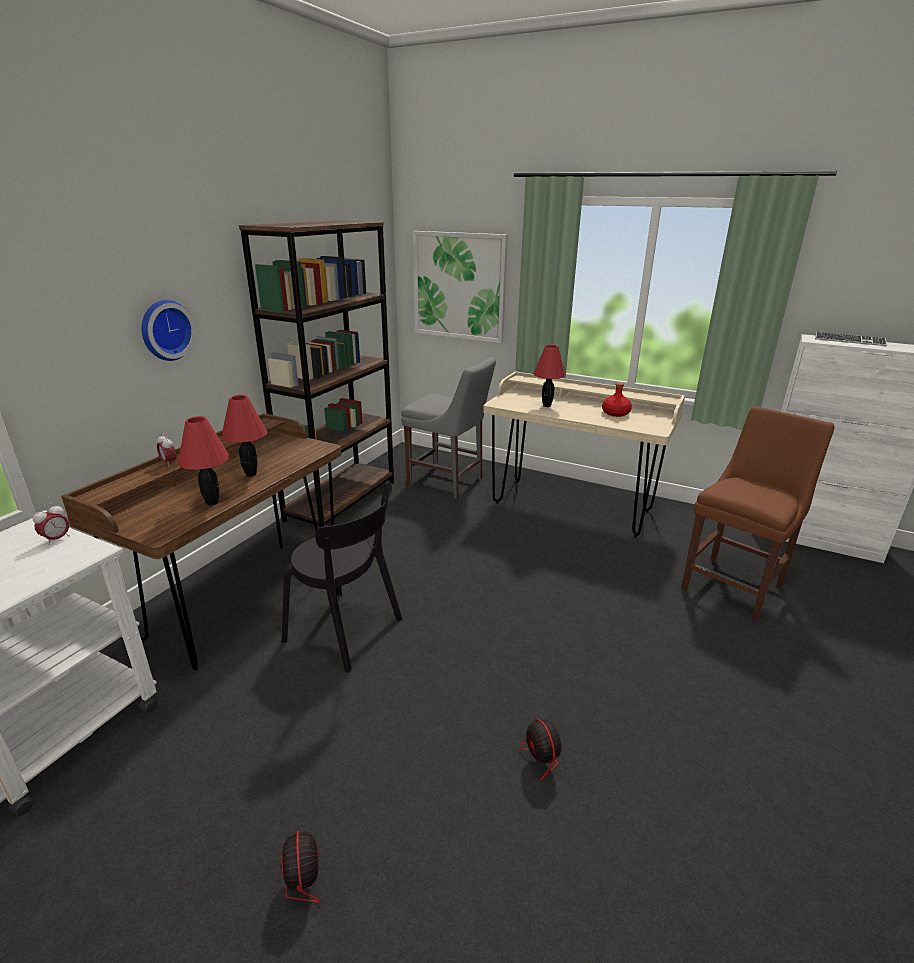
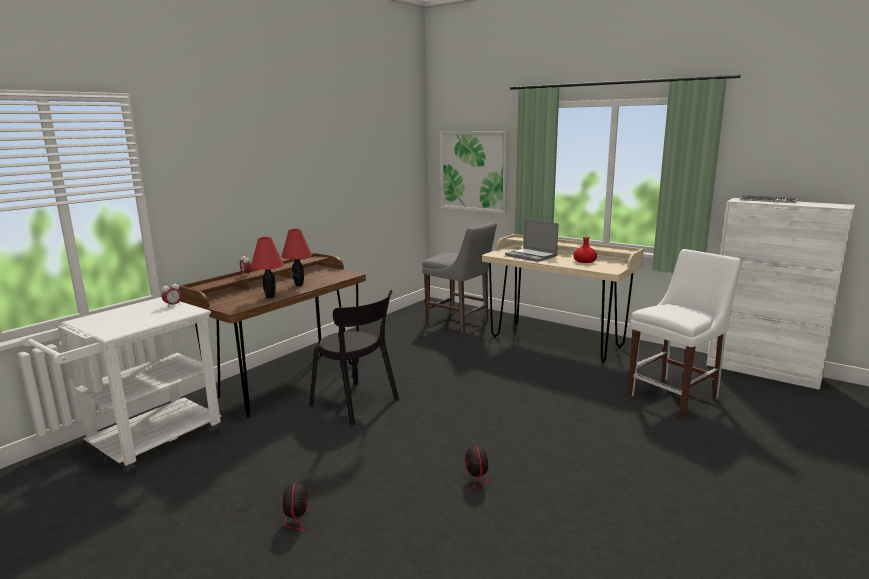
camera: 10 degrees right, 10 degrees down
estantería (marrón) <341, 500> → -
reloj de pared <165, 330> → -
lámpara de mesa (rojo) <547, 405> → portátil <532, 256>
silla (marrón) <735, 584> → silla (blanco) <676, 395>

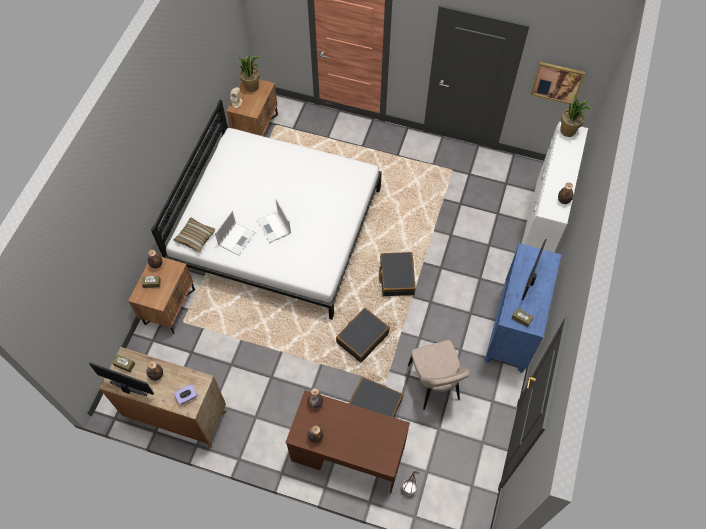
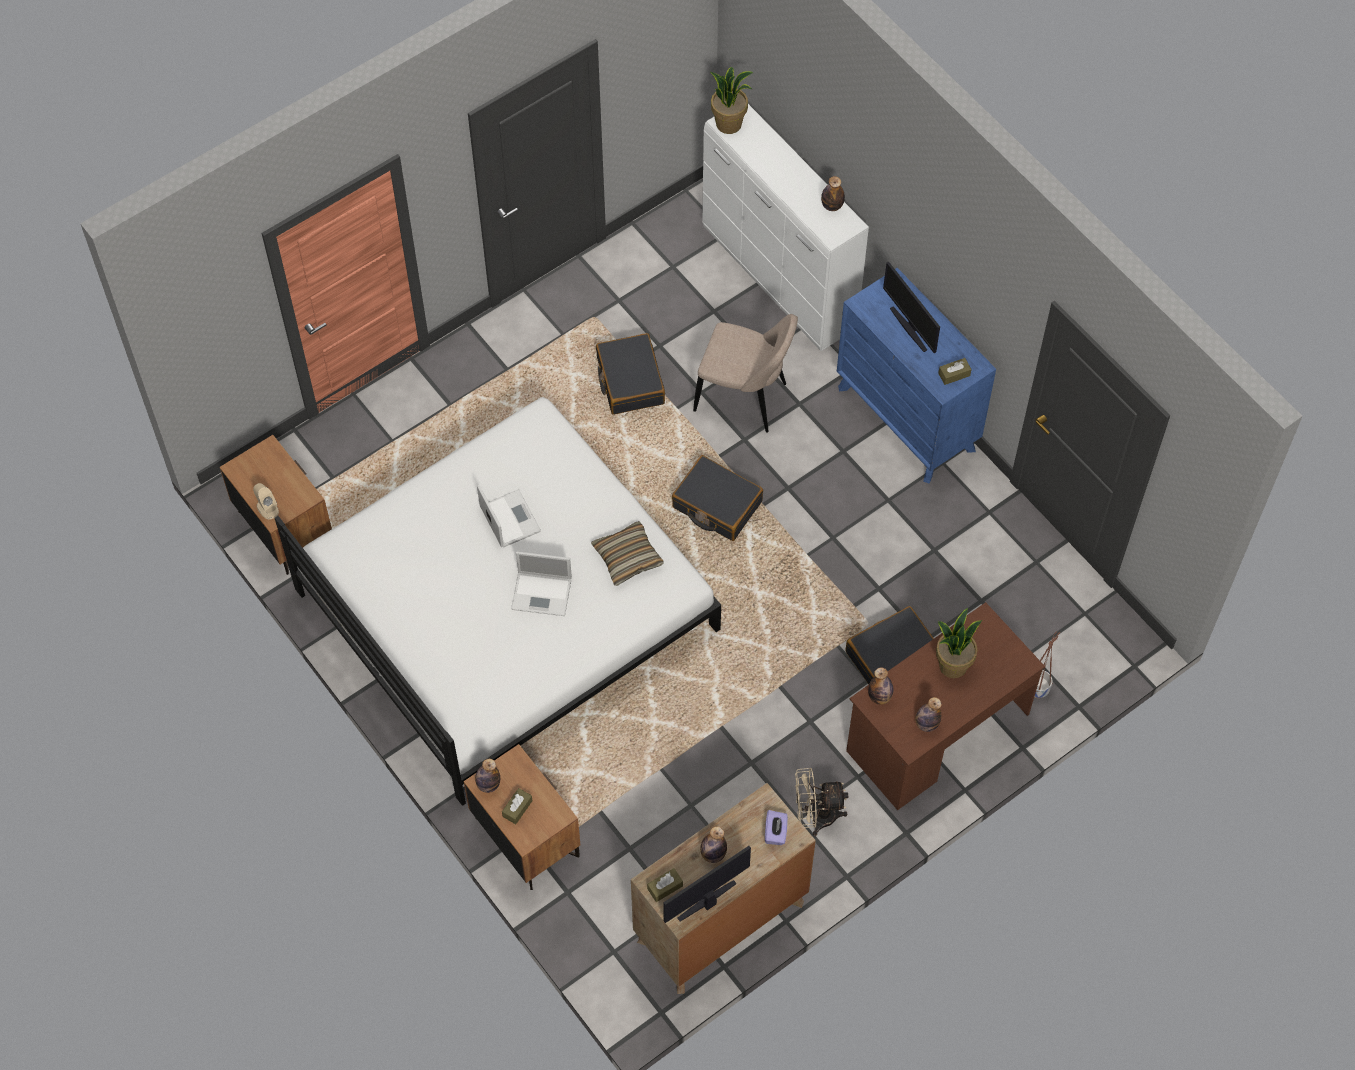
camera: 55 degrees left, 0 degrees up
planta en maceta <252, 86> → planta en maceta <952, 665>, move
cuadro <557, 82> → -
portátil <237, 238> → portátil <509, 518>, move
cojín <195, 237> → cojín <627, 557>, move
maleta (negro) <362, 338> → maleta (negro) <630, 381>, move
silla (beis) <434, 385> → silla (beis) <744, 398>, move
- → ventilador (beis) <816, 816>

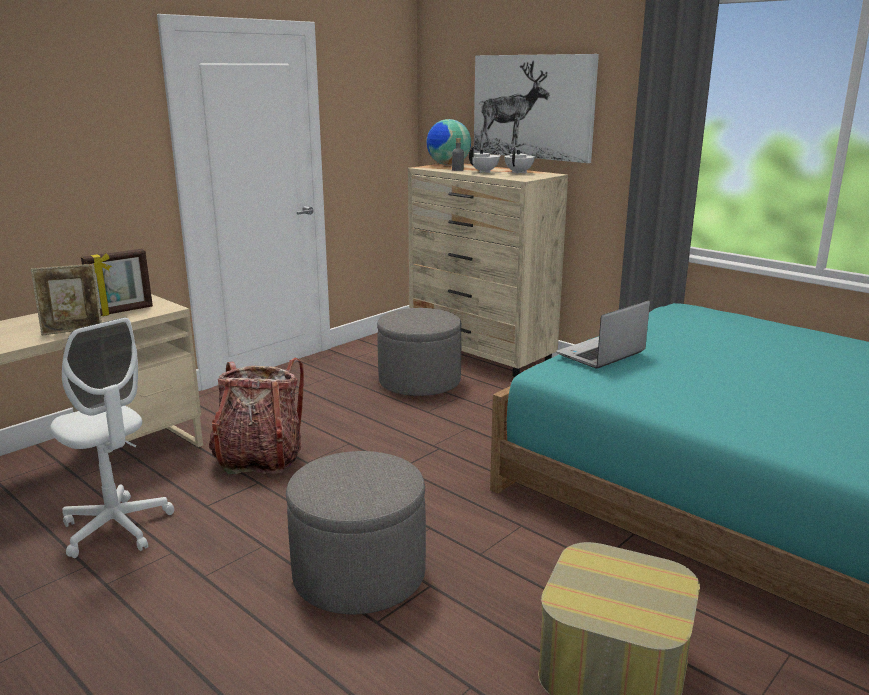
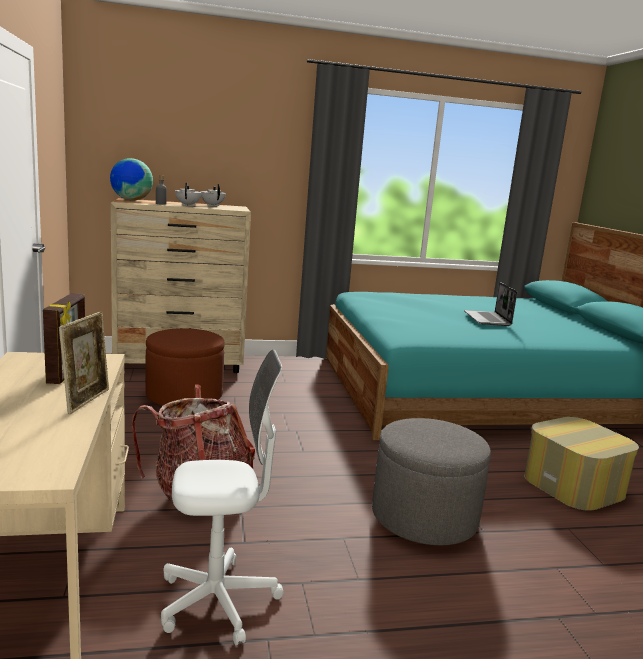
camera: 55 degrees left, 5 degrees down
cuadro <532, 107> → -
portátil <601, 354> → portátil <488, 319>, move
puf (gris) <419, 382> → puf (marrón) <184, 396>

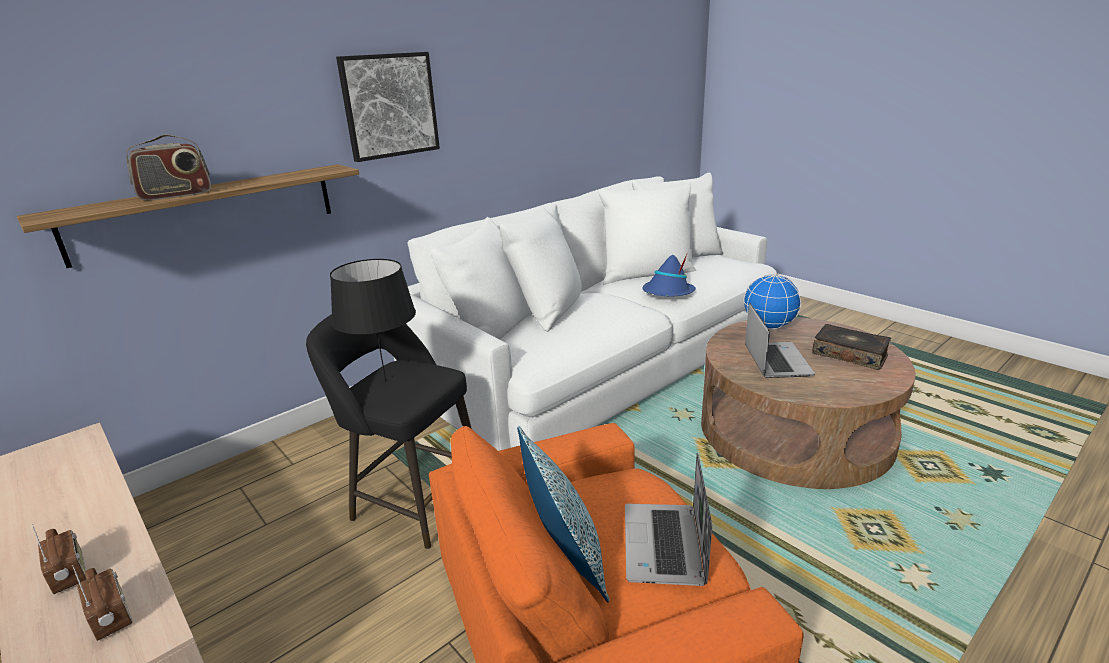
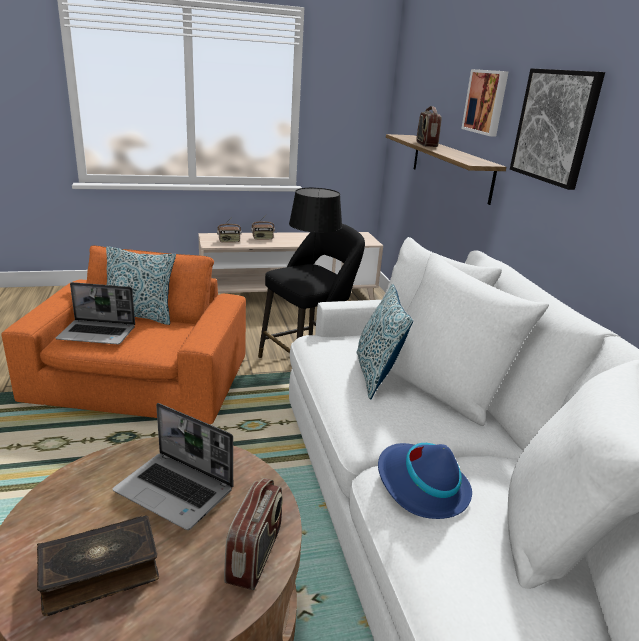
camera: 115 degrees right, 0 degrees up
globo terráqueo <769, 326> → radio <255, 555>
portátil <665, 546> → portátil <98, 333>, 150 degrees clockwise
- → cuadro <486, 102>
- → cojín <376, 375>

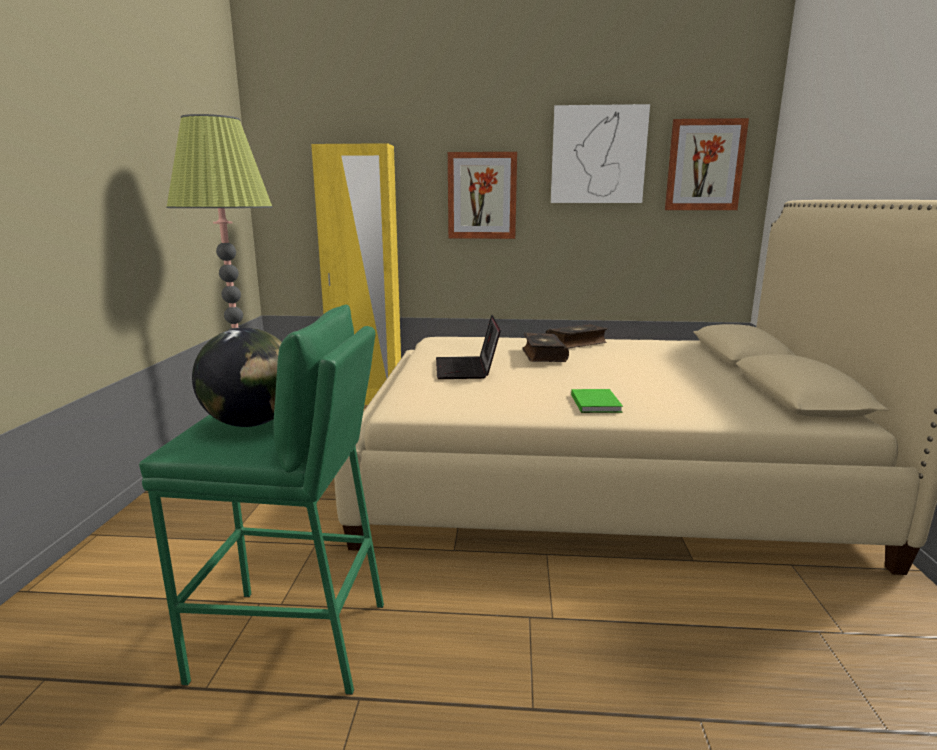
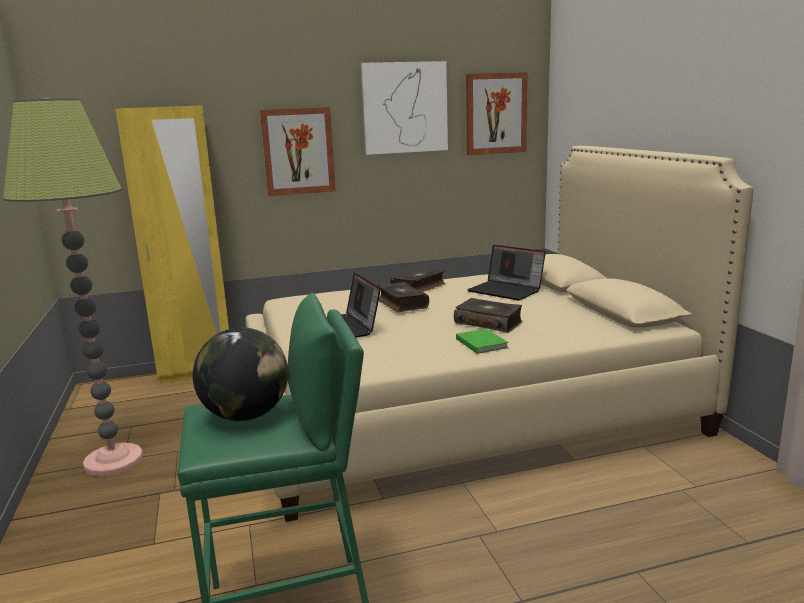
camera: 20 degrees left, 0 degrees up
- → portátil <507, 290>
- → libro <488, 323>

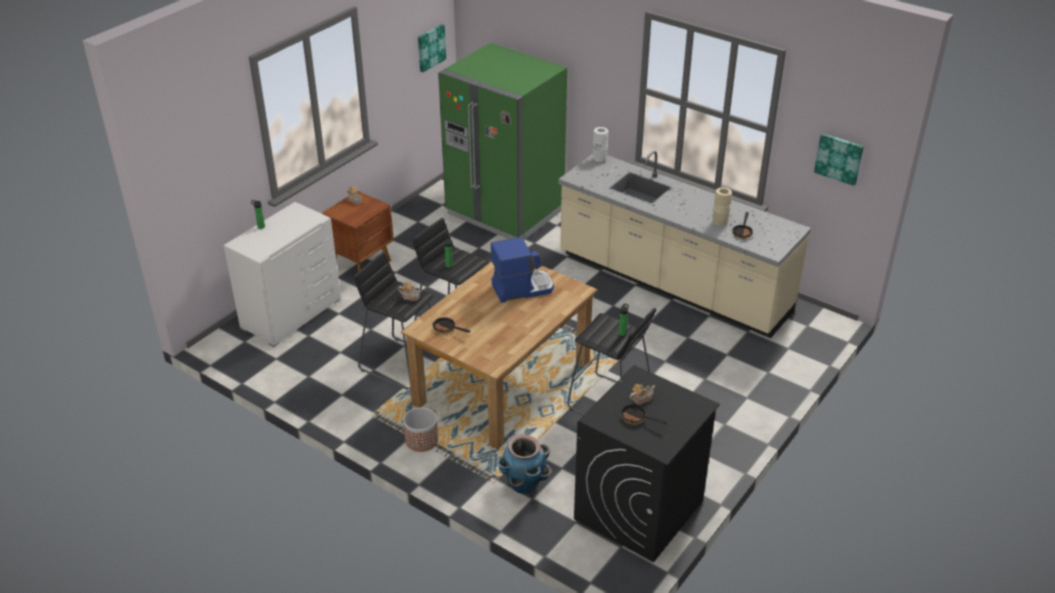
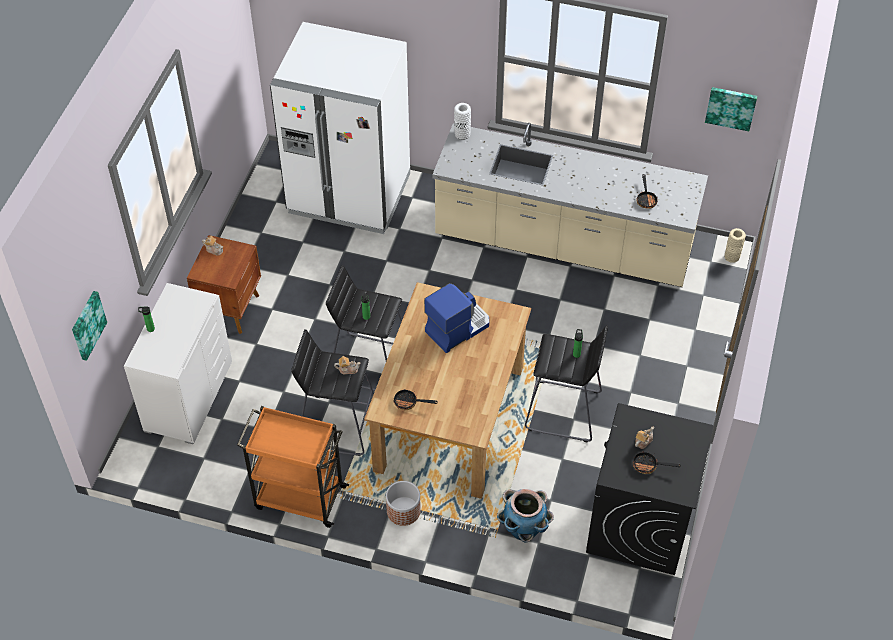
camera: 20 degrees left, 15 degrees up
cuadro <430, 47> → cuadro <87, 325>, move
nevera (verde) <504, 212> → nevera (blanco) <349, 194>
florero (beis) <720, 221> → florero (beis) <732, 257>, move
- → carrito (naranja) <298, 497>

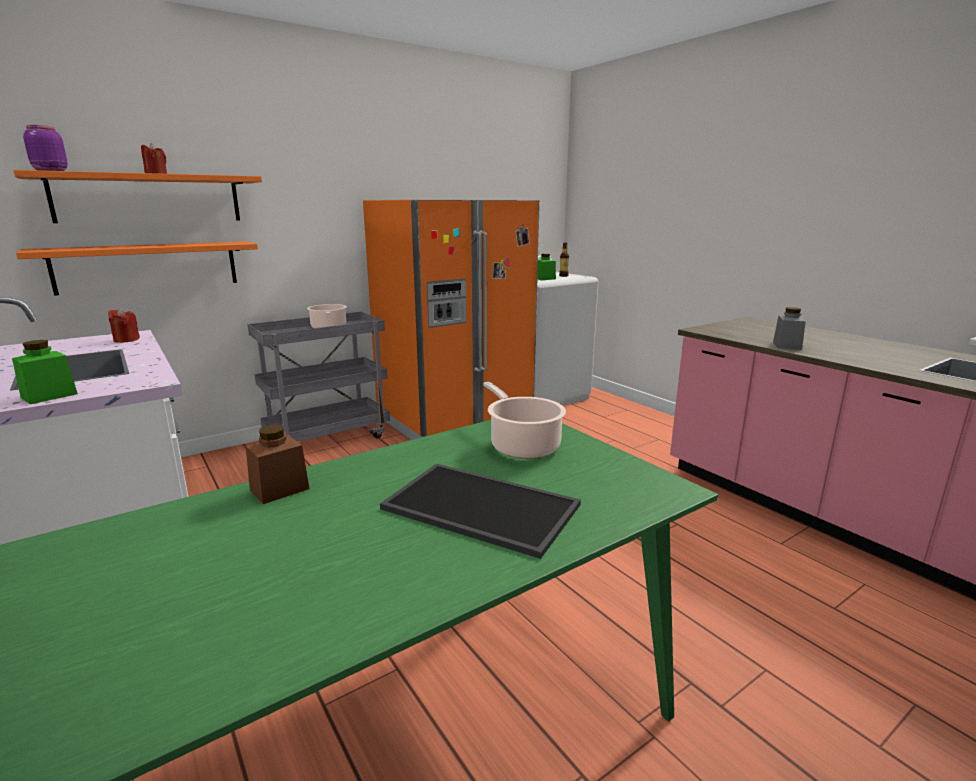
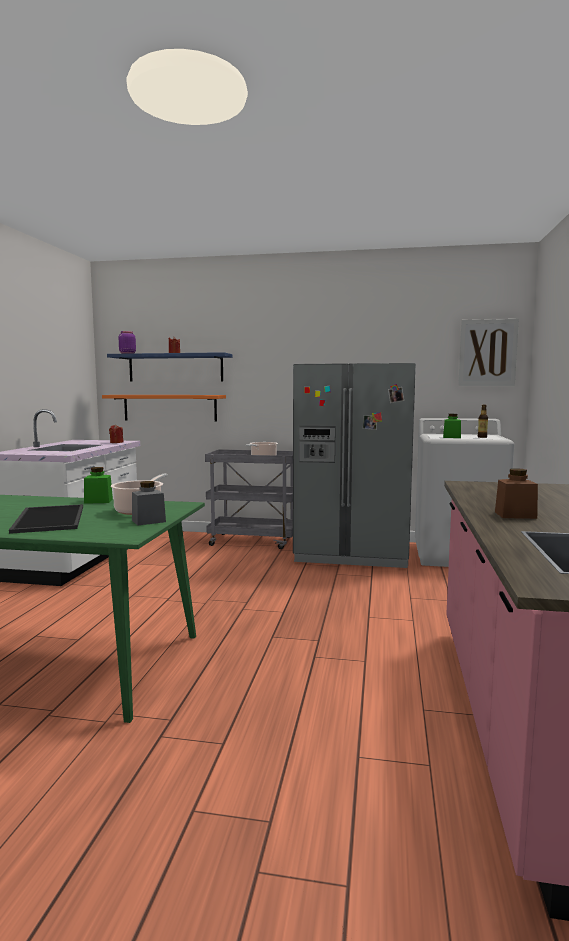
camera: 45 degrees right, 10 degrees down
estante (naranja) <149, 198> → estante (azul) <175, 368>
nevera (naranja) <454, 419> → nevera (gris) <352, 553>
tarro (gris) <787, 345> → tarro (gris) <148, 521>, move
tarro (verde) <49, 396> → tarro (verde) <98, 501>, move
tarro (marrón) <279, 489> → tarro (marrón) <515, 515>, move
- → cuadro <487, 352>

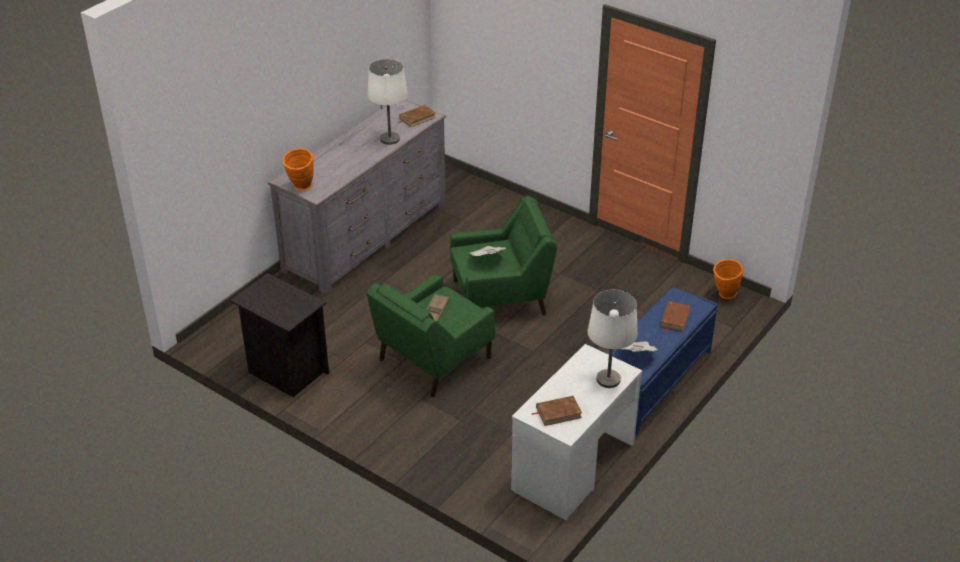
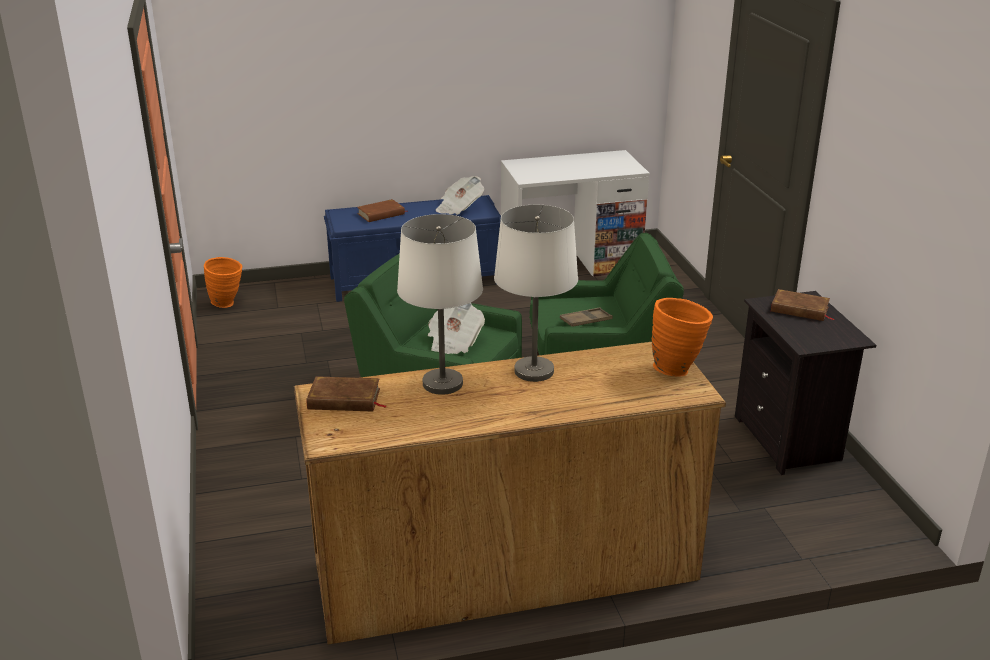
camera: 140 degrees left, 10 degrees down
cómoda (gris) <366, 236> → cómoda (marrón) <505, 571>
lámpara de mesa (blanco) <608, 379> → lámpara de mesa (blanco) <534, 371>, move
libro (marrón) <558, 412> → libro (marrón) <800, 309>, move

